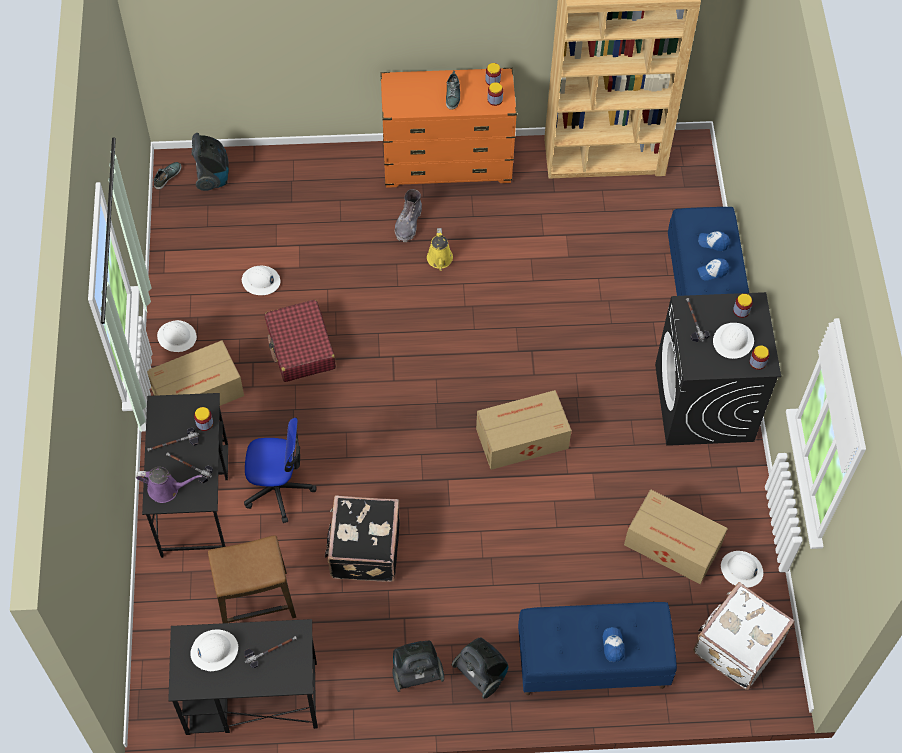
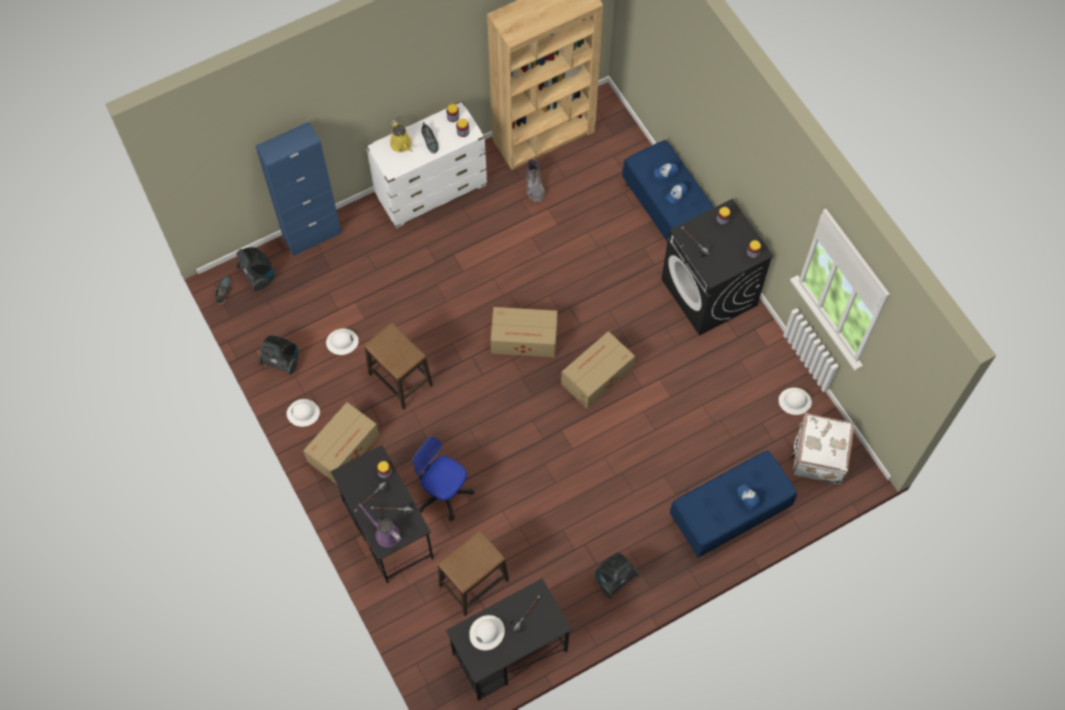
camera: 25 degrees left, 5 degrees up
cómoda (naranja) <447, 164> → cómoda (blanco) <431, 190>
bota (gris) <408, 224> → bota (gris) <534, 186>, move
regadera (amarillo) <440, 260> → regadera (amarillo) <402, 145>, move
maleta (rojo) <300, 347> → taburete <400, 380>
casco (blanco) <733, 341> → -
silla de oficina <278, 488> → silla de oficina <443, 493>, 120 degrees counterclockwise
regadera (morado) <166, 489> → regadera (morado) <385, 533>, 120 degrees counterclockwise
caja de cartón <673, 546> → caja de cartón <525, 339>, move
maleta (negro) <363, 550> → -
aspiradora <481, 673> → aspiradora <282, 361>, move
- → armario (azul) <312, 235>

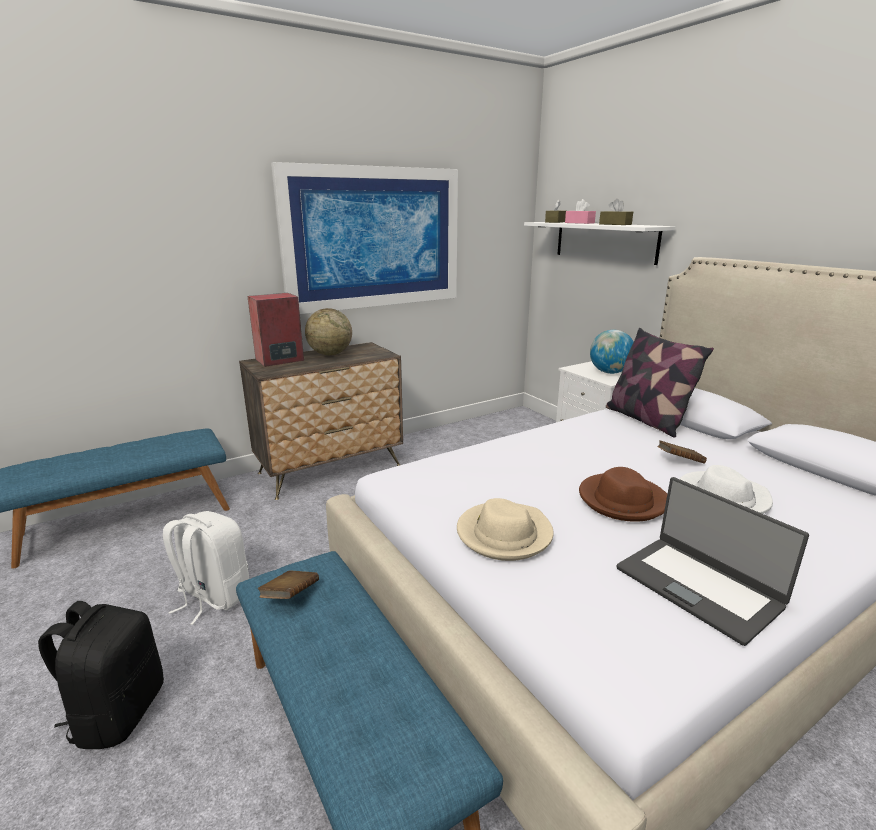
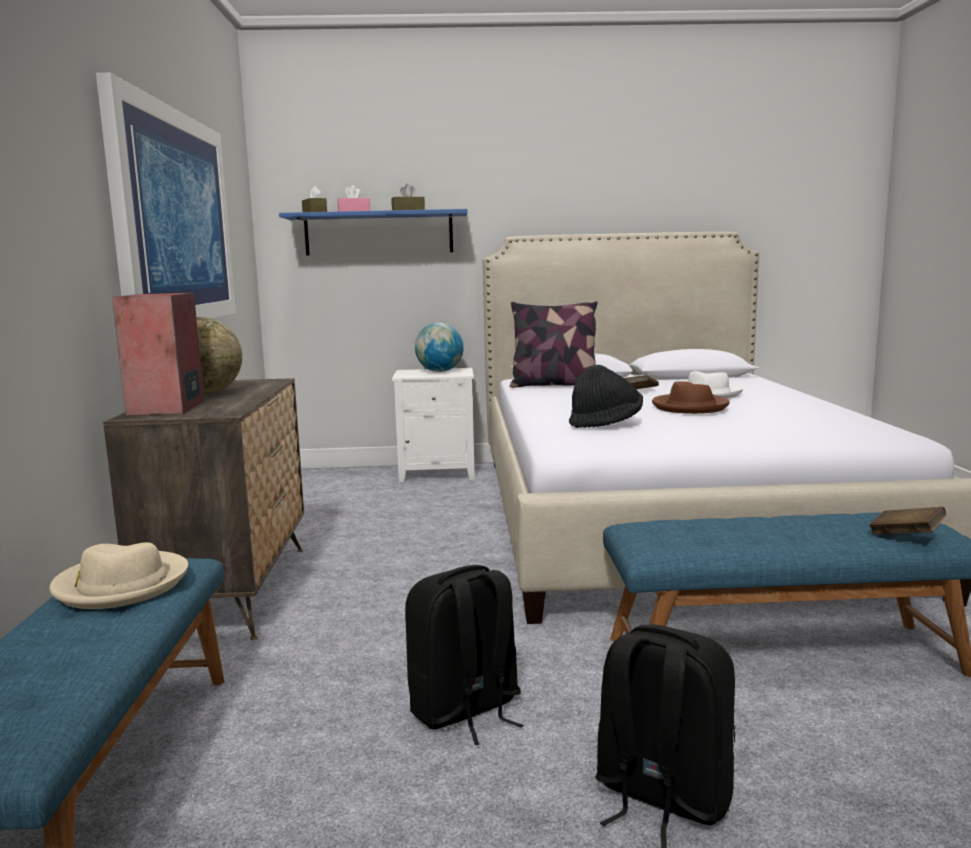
camera: 60 degrees left, 10 degrees down
estante (blanco) <605, 241> → estante (azul) <379, 233>
portátil <698, 586> → -
sombrero (beis) <504, 534> → sombrero (beis) <121, 585>, move
mochila (blanco) <213, 597> → mochila (negro) <465, 711>
libro (marrón) <290, 596> → libro (marrón) <905, 536>, move
- → sombrero (negro) <606, 424>

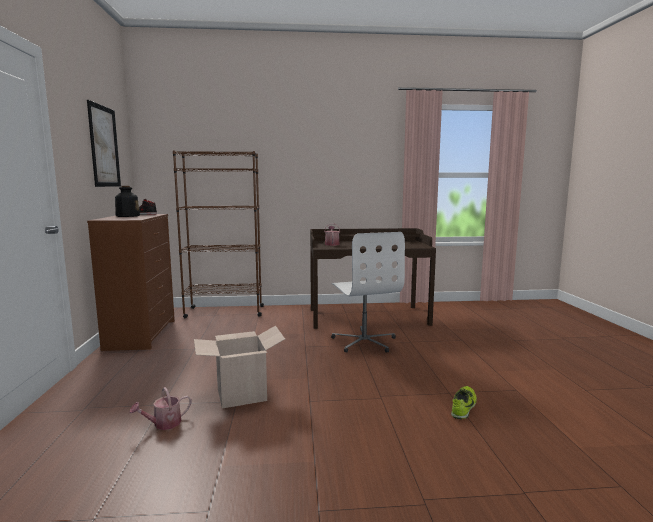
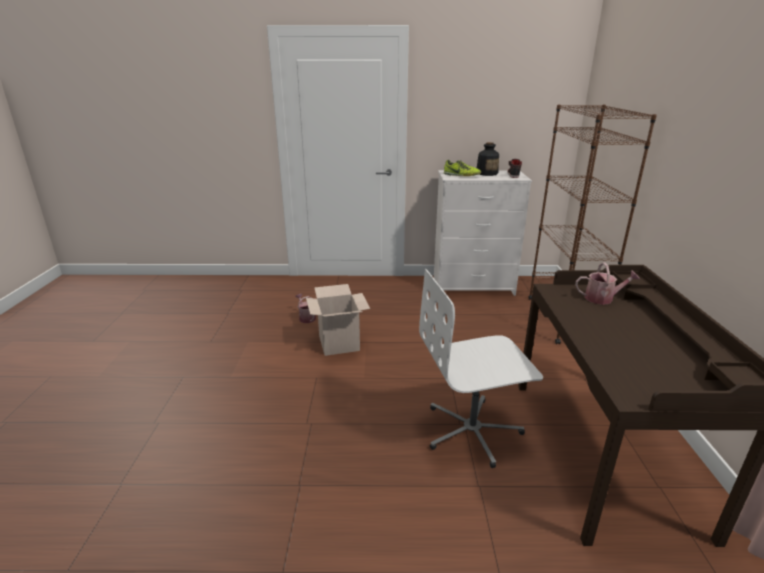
camera: 95 degrees right, 15 degrees up
cuadro <104, 146> → -
cómoda (marrón) <141, 334> → cómoda (blanco) <473, 286>
zapato <463, 407> → zapato <461, 175>, move

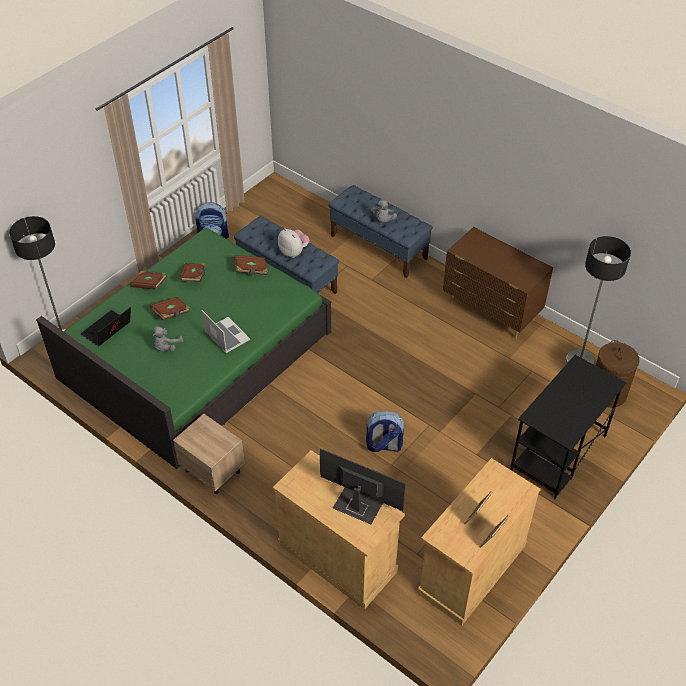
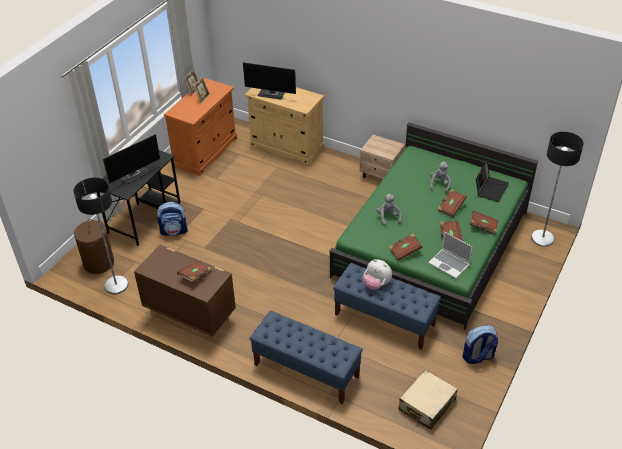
camera: 170 degrees right, 5 degrees down
peluche (gris) <383, 220> → peluche (gris) <388, 217>, move
portátil <226, 336> → portátil <449, 264>, move
mochila <383, 445> → mochila <174, 231>, move
armario (beis) <471, 569> → armario (naranja) <206, 152>
- → monitor <134, 174>
- → libro (marrón) <195, 276>
- → maleta (beis) <426, 405>

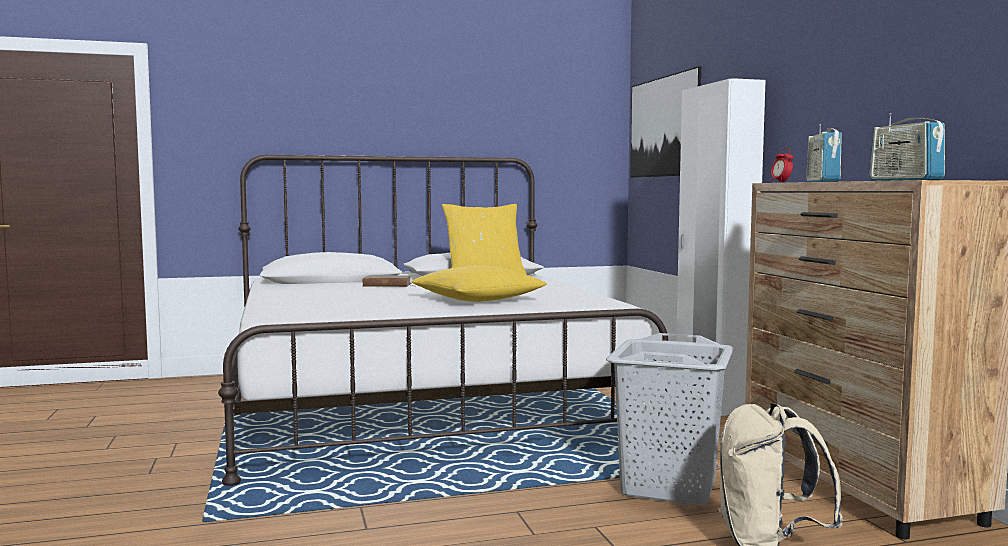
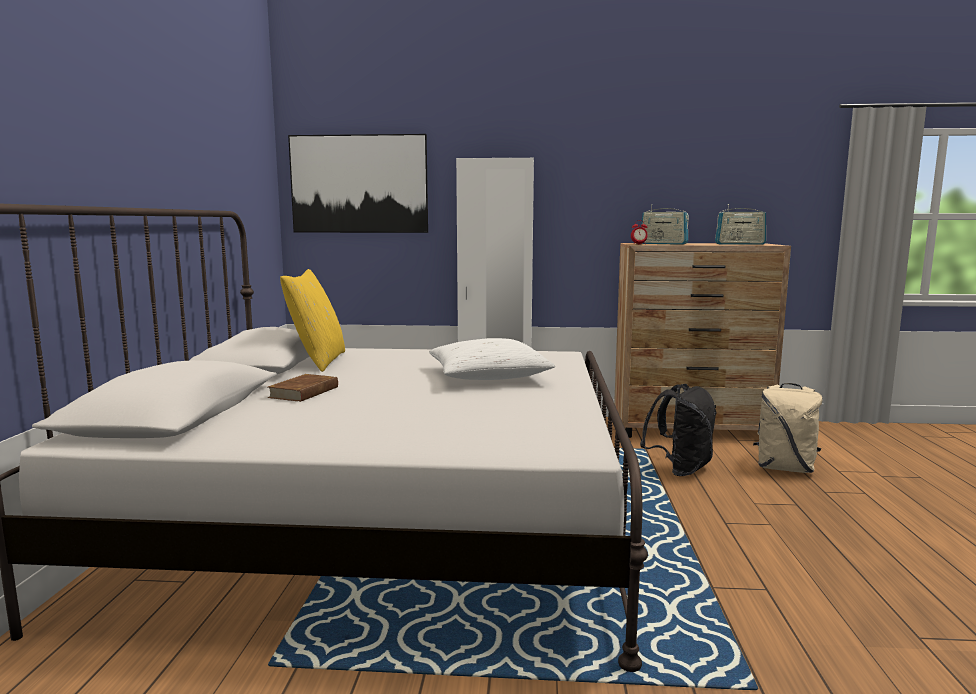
camera: 70 degrees left, 5 degrees up
cojín (amarillo) <477, 300> → cojín (blanco) <488, 376>
cesto de la ropa (gris) <669, 487> → mochila (negro) <680, 469>

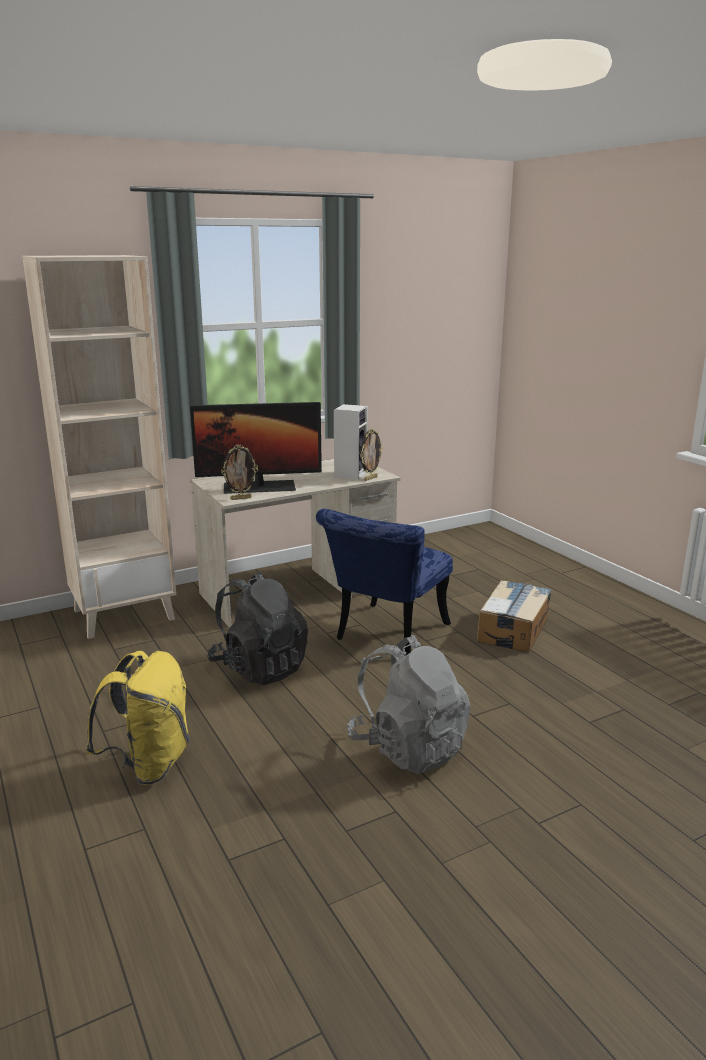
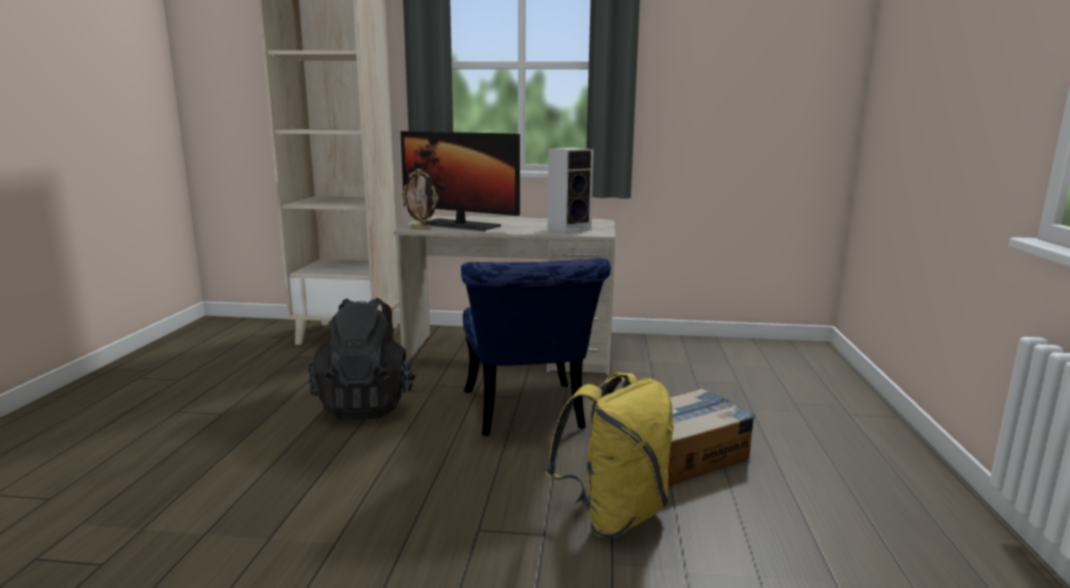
camera: 35 degrees right, 5 degrees down
portarretratos <370, 478> → -
silla (azul) <386, 635> → silla (azul) <526, 415>, 75 degrees counterclockwise
mochila (gris) <408, 748> → -
mochila (amarillo) <149, 765> → mochila (amarillo) <614, 515>, move

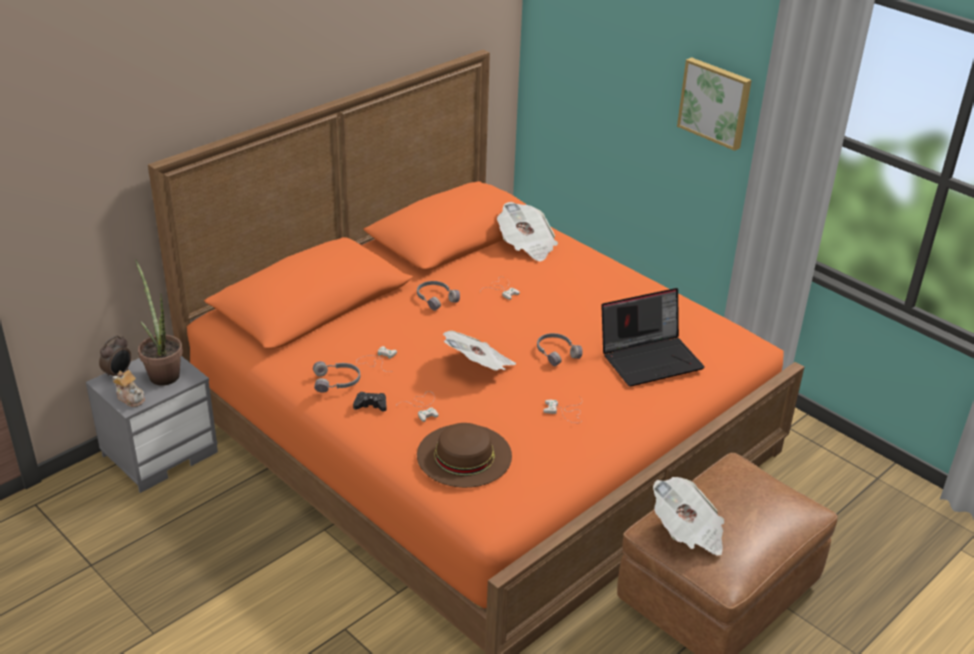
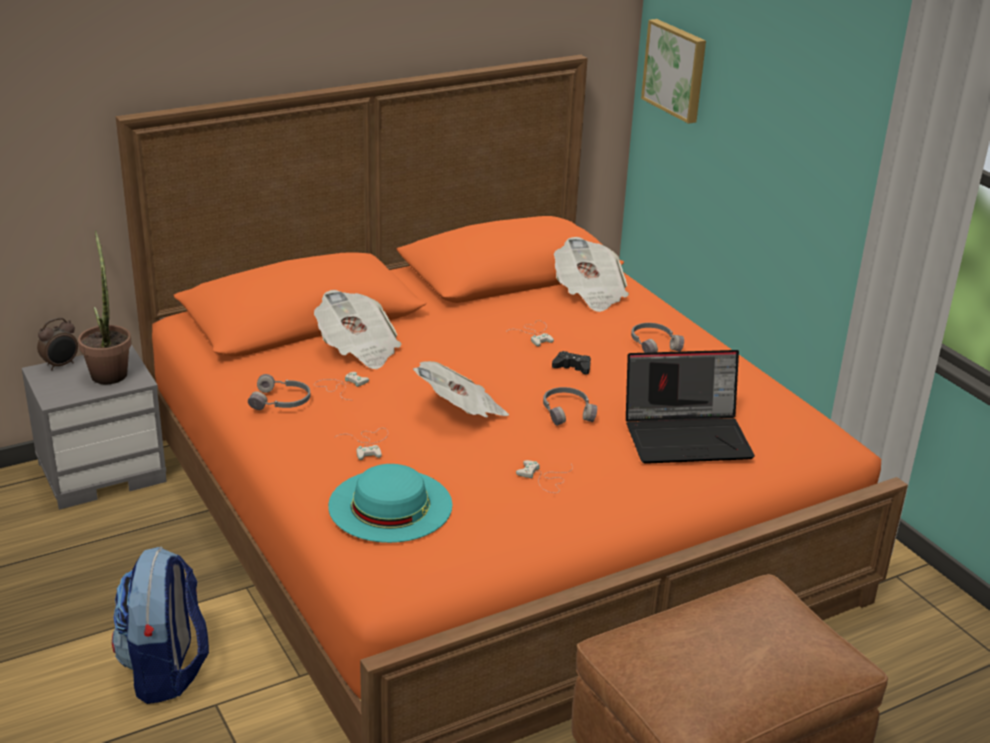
camera: 15 degrees right, 5 degrees down
cuadro <715, 102> → cuadro <676, 70>, move
auriculares (gris) <436, 298> → auriculares (gris) <654, 344>, move
tetera <131, 398> → -
mando de consola (negro) <371, 405> → mando de consola (negro) <572, 367>, move
sombrero (marrón) <464, 455> → sombrero (turquesa) <390, 505>
periódico <687, 532> → periódico <358, 349>, move
- → mochila <166, 671>

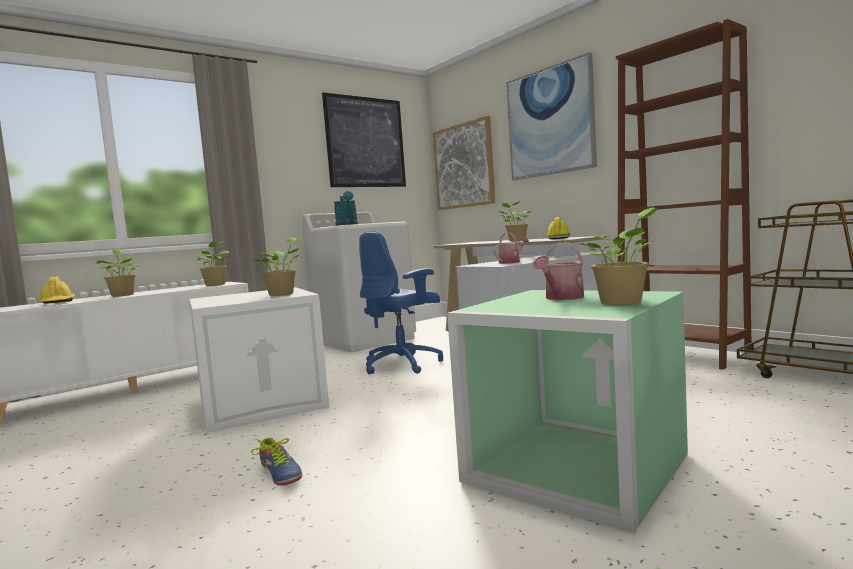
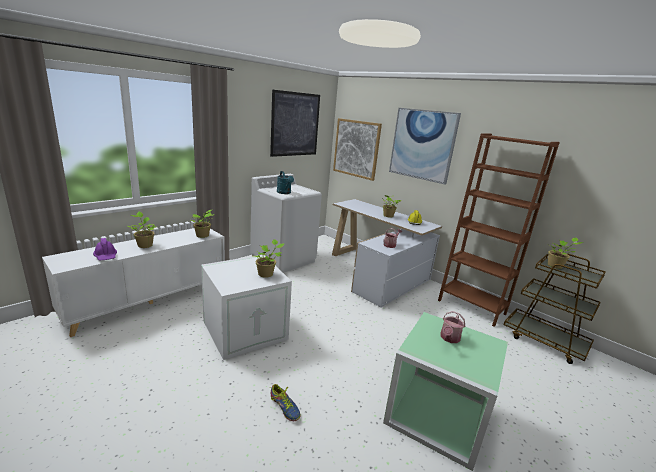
camera: 10 degrees left, 15 degrees up
planta en maceta <624, 302> → planta en maceta <556, 266>, move
silla de oficina (azul) <403, 364> → -
casco (amarillo) <56, 303> → casco (morado) <106, 256>

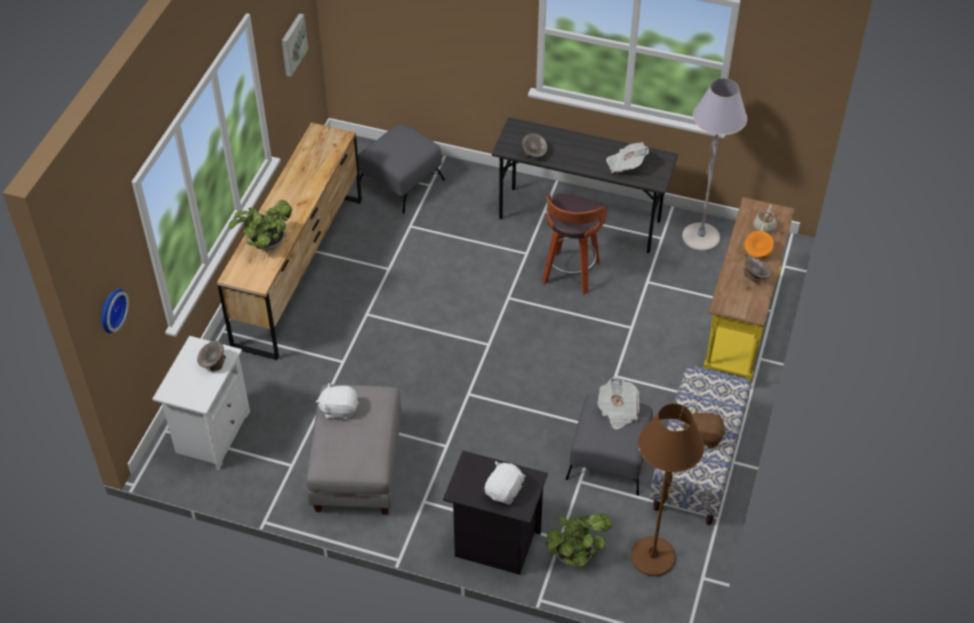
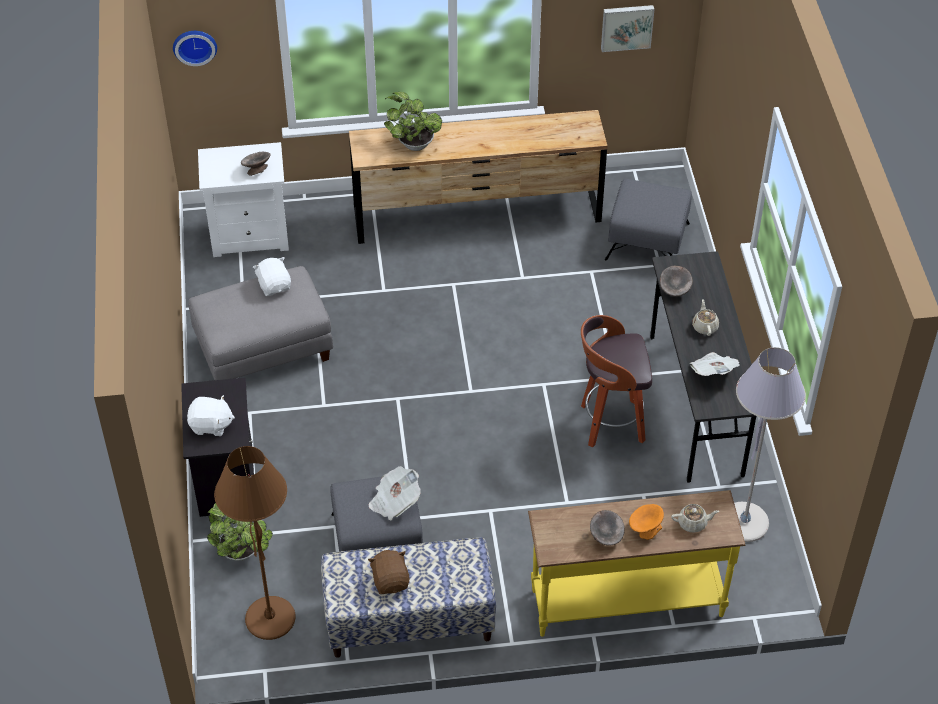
camera: 65 degrees right, 0 degrees up
- → tetera (beis) <705, 326>

